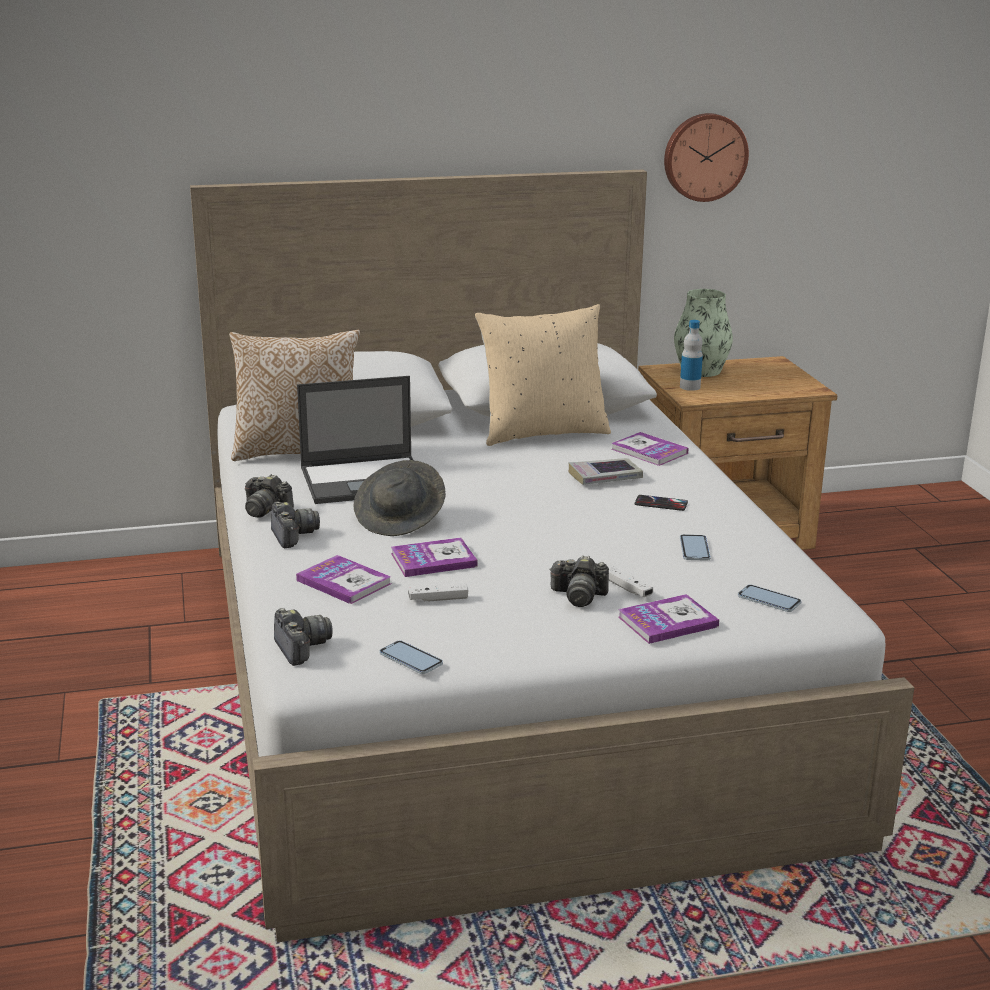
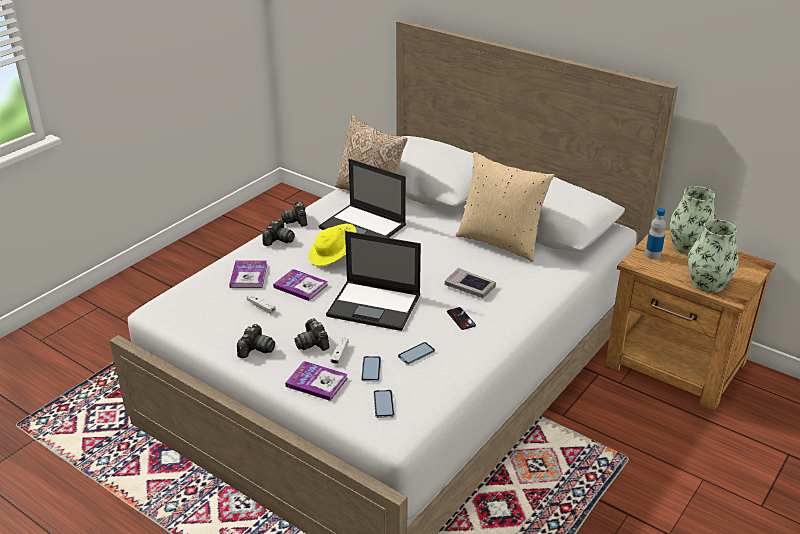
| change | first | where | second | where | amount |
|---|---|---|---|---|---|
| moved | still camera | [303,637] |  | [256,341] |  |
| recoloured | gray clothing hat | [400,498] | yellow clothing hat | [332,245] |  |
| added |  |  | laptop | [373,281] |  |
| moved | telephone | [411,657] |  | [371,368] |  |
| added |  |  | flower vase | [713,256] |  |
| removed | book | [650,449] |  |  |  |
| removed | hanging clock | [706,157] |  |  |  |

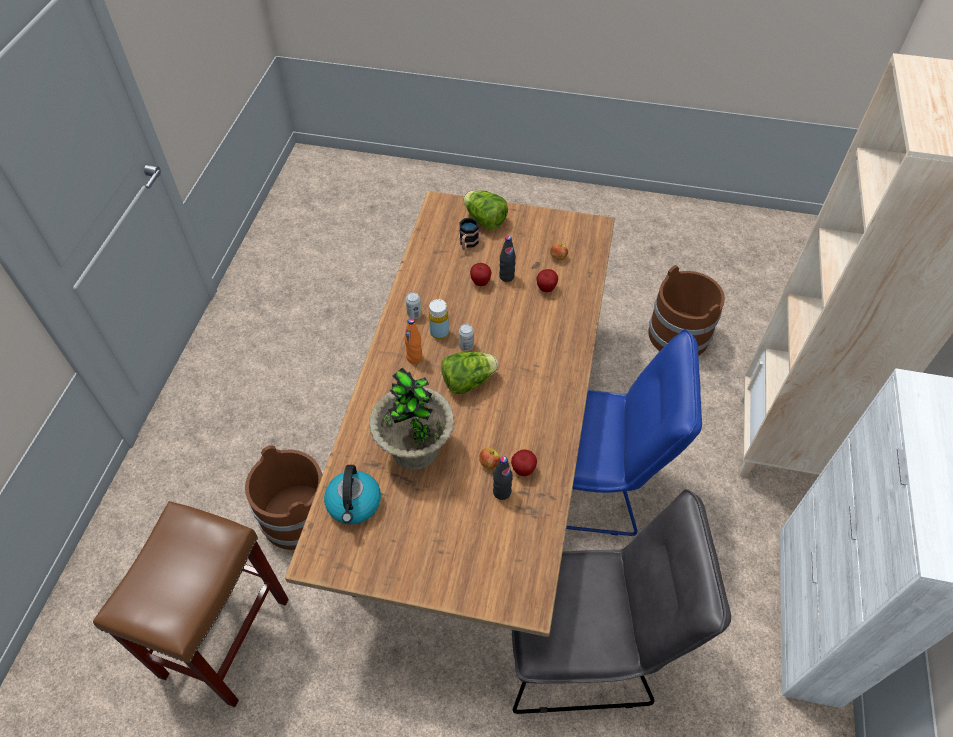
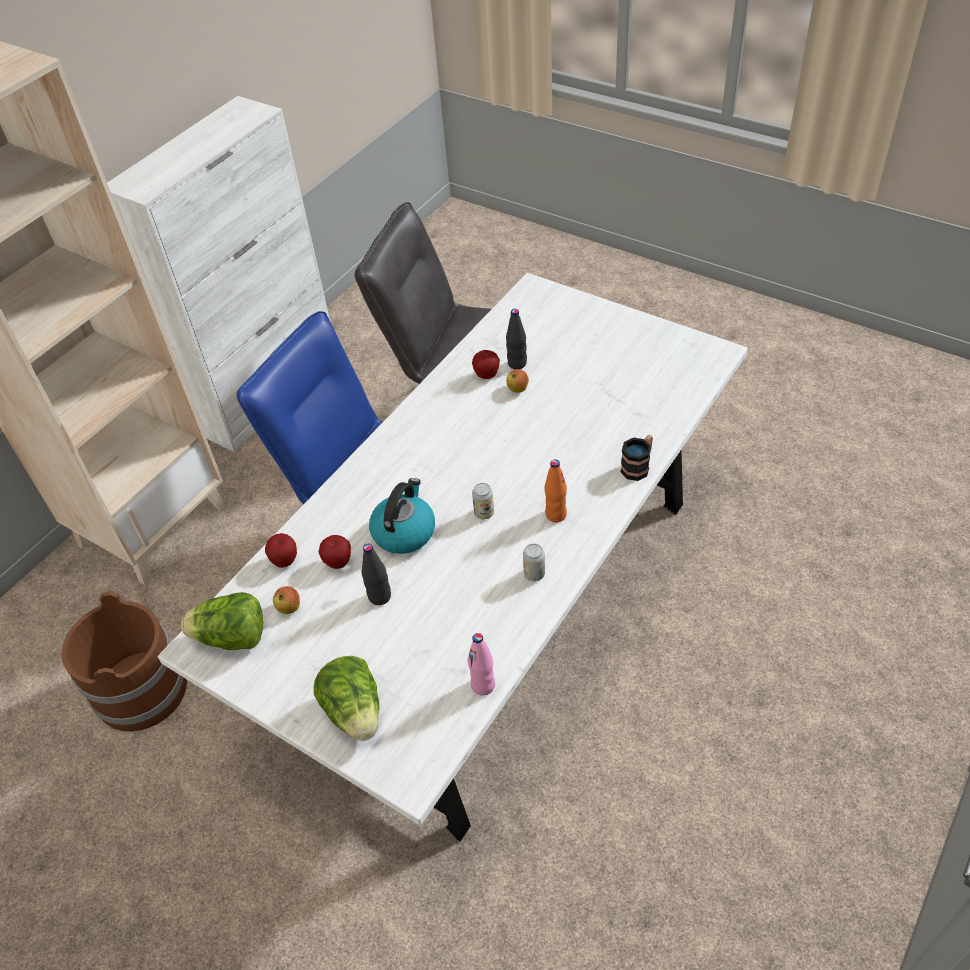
| change | first | where | second | where | amount |
|---|---|---|---|---|---|
| recoloured | brown dining table | [450,414] | white dining table | [453,557] |  |
| moved | lettuce | [469,373] |  | [222,621] |  |
| moved | apple | [481,274] |  | [281,550] |  |
| moved | water kettle | [352,494] |  | [402,516] |  |
| added |  |  | pink drink bottle | [481,664] |  |
| moved | mug | [469,234] |  | [637,458] |  |
| removed | brown stool | [191,604] |  |  |  |
| removed | brown water bucket | [284,497] |  |  |  |
| removed | potted plant | [411,418] |  |  |  |
| removed | yellow drink bottle | [439,319] |  |  |  |

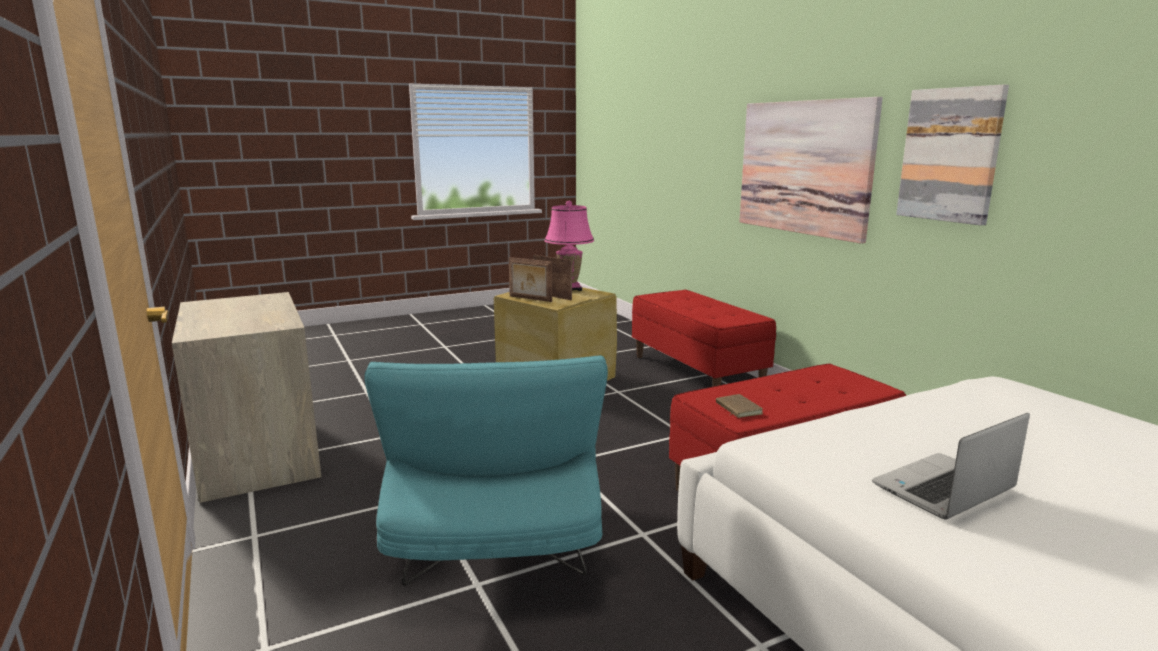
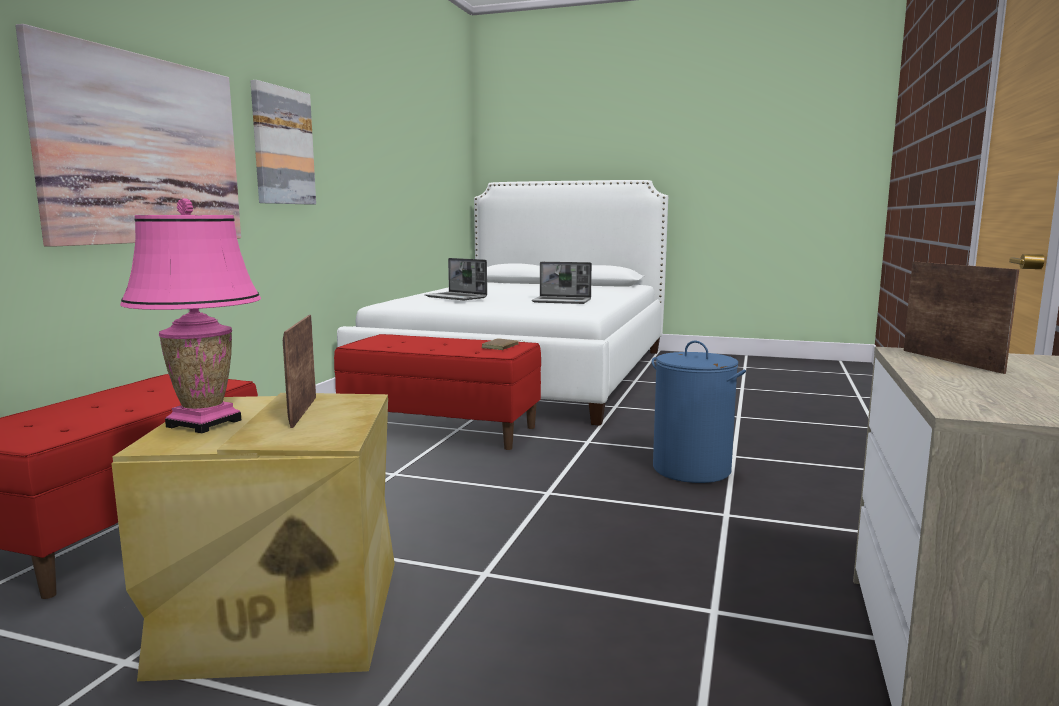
| change | first | where | second | where | amount |
|---|---|---|---|---|---|
| added |  |  | laptop | [455,279] |  |
| replaced | blue-green lounge chair | [486,470] | blue laundry basket | [699,412] |  |
| moved | photo frame | [530,279] |  | [961,317] |  |

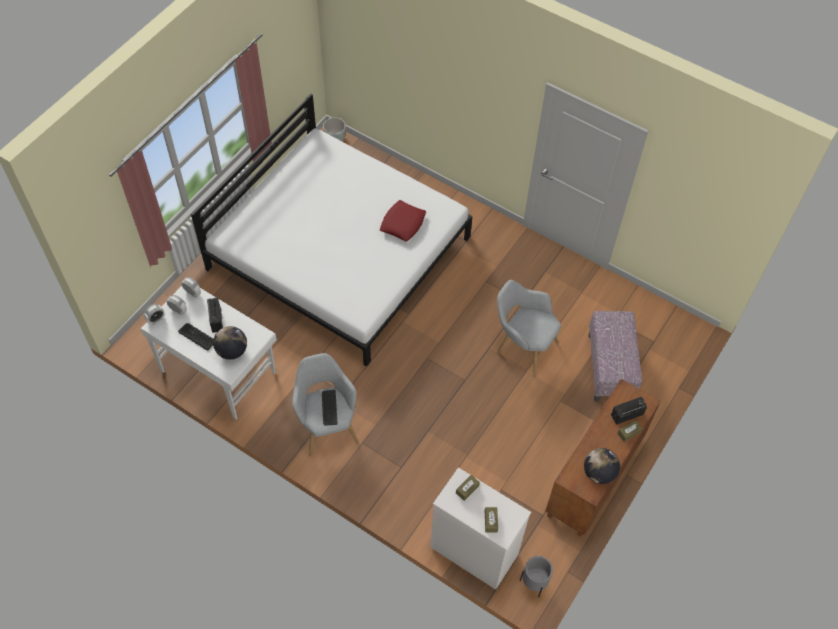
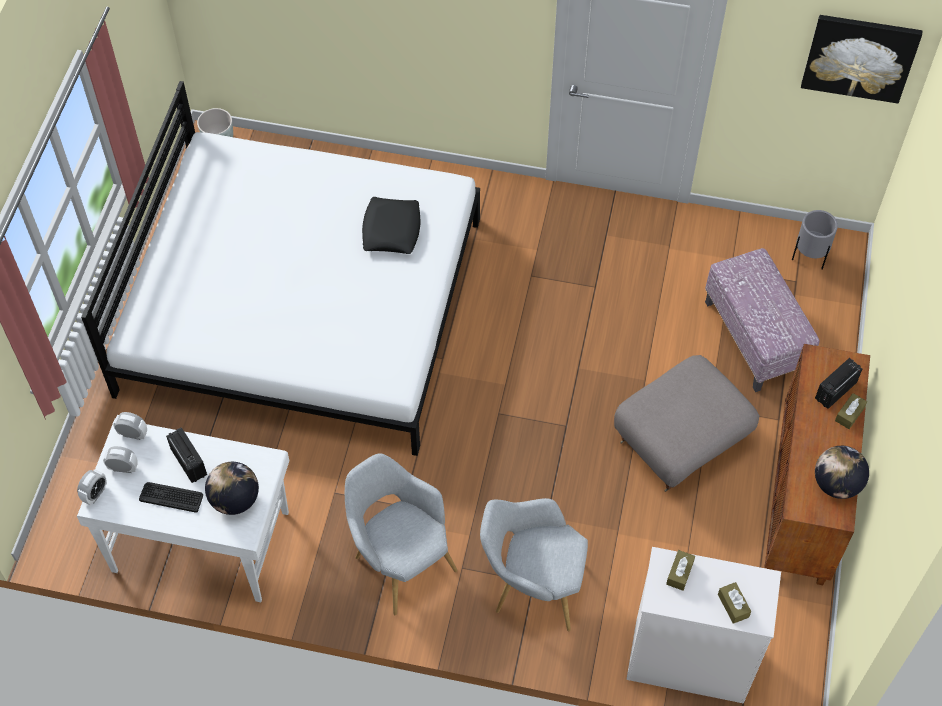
| change | first | where | second | where | amount |
|---|---|---|---|---|---|
| recoloured | red-coloured pillow | [403,221] | blackish pillow | [391,225] |  |
| moved | gray lounge chair | [529,328] |  | [534,564] |  |
| added |  |  | gray ottoman | [687,423] |  |
| moved | gray planter | [536,576] |  | [815,239] |  |
| added |  |  | wall picture | [861,59] |  |
| removed | keyboard | [330,408] |  |  |  |

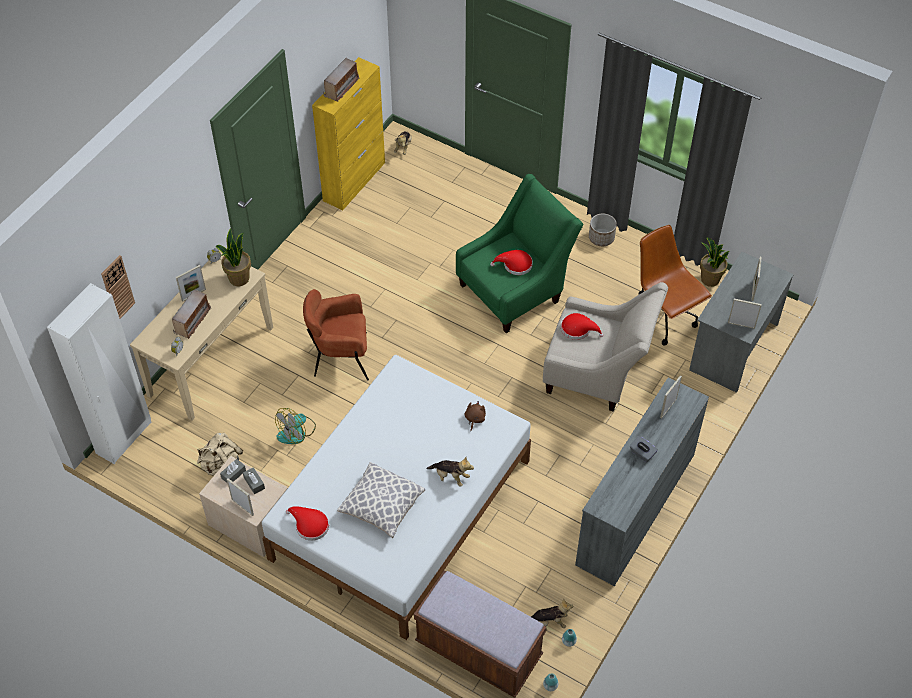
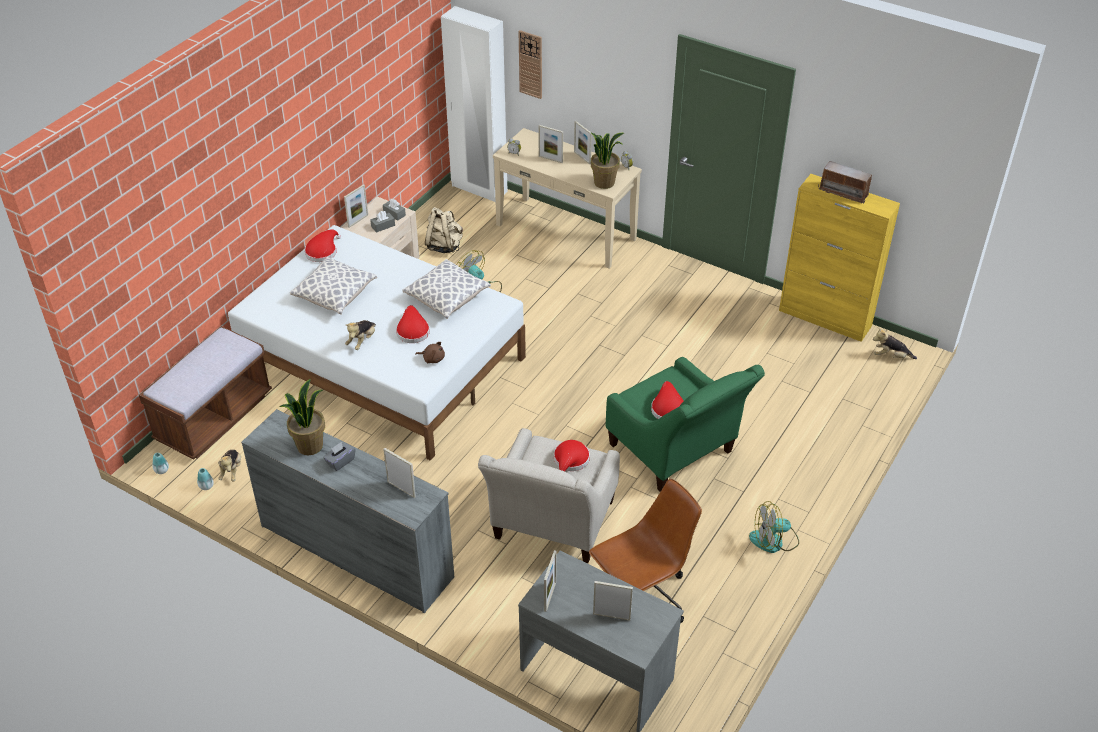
| change | first | where | second | where | amount |
|---|---|---|---|---|---|
| moved | potted plant | [714,262] |  | [302,417] |  |
| added |  |  | red-coloured clothing hat | [413,324] |  |
| added |  |  | pillow | [447,289] |  |
| replaced | radio set | [191,313] | photo frame | [550,144] |  |
| replaced | planter | [603,229] | fan | [774,527] |  |
| removed | brown lounge chair | [336,334] |  |  |  |

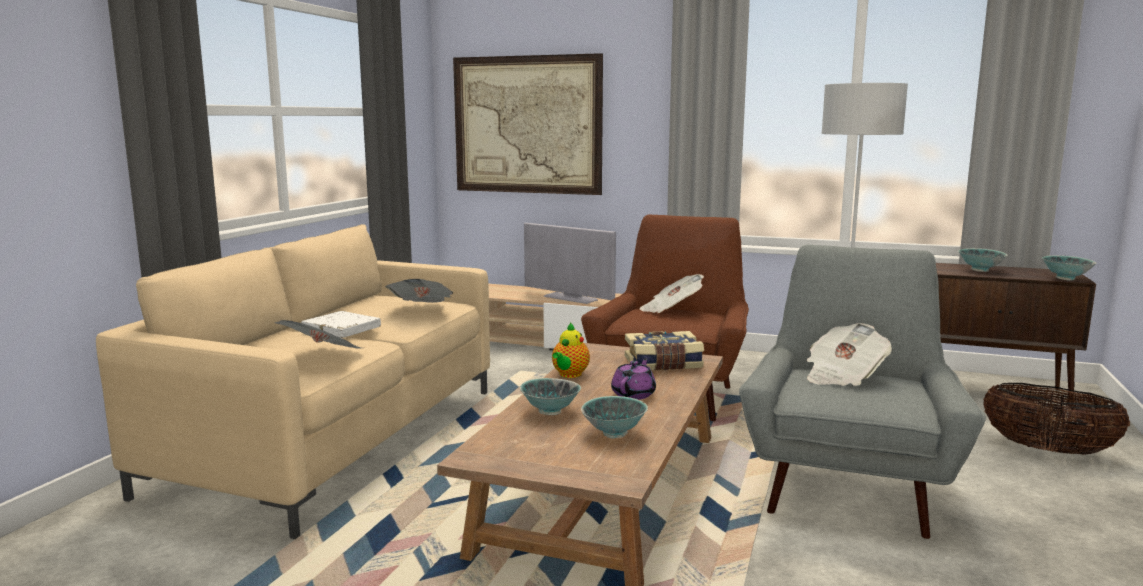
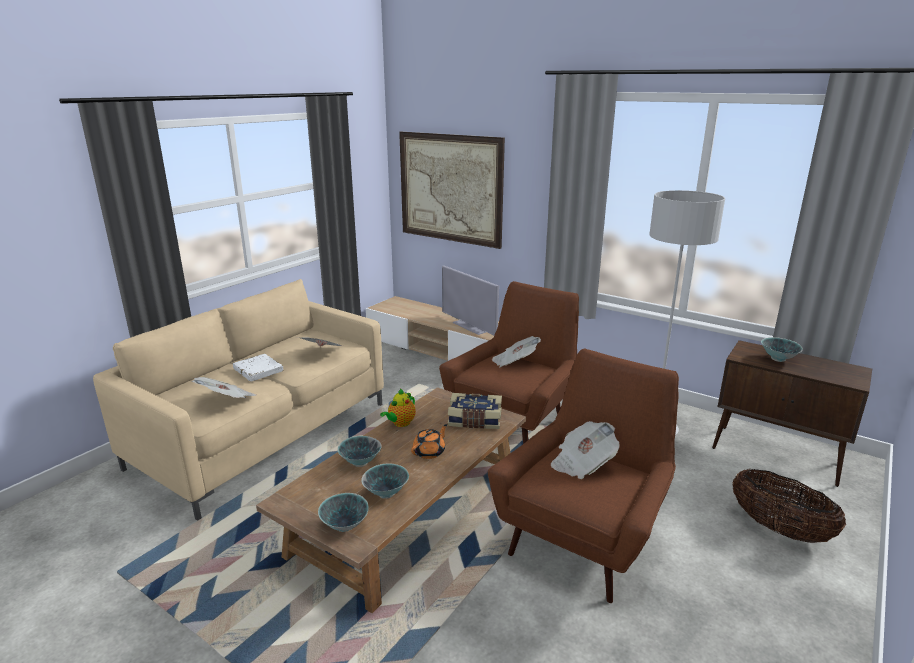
| change | first | where | second | where | amount |
|---|---|---|---|---|---|
| moved | deep dish | [1069,267] |  | [343,512] |  |
| recoloured | purple-coloured tea pot | [633,379] | orange tea pot | [429,441] |  |
| recoloured | gray lounge chair | [862,392] | brown lounge chair | [583,475] |  |

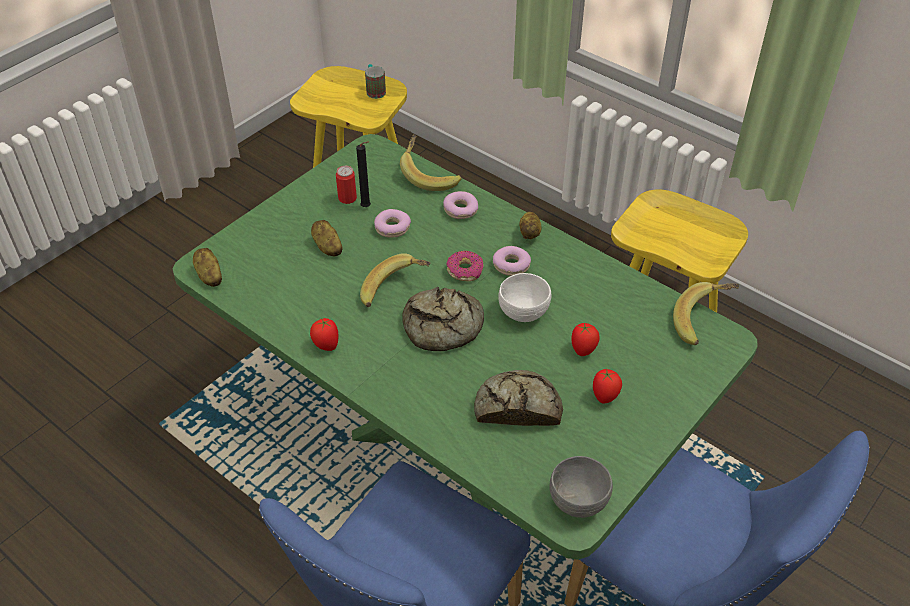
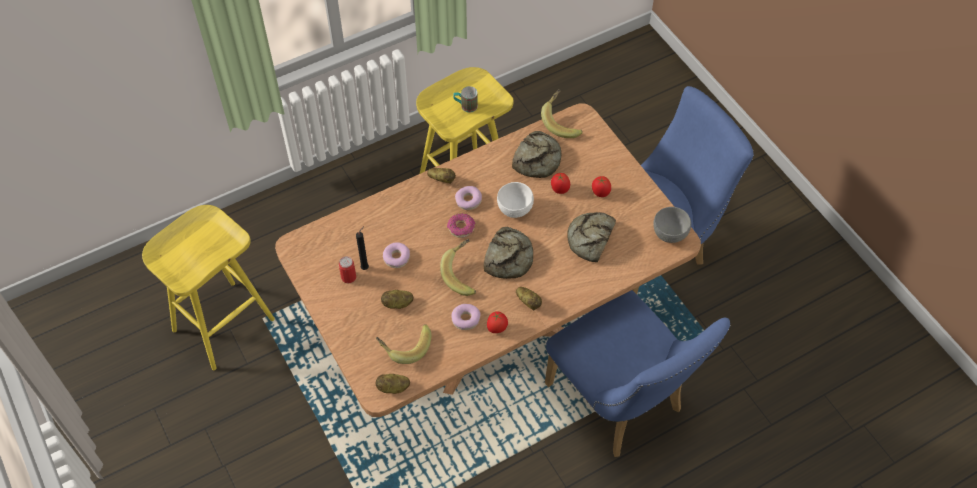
| change | first | where | second | where | amount |
|---|---|---|---|---|---|
| recoloured | green dining table | [465,347] | brown dining table | [488,260] |  |
| moved | whole banana | [431,162] |  | [404,344] |  |
| moved | doughnut | [460,205] |  | [466,317] |  |
| moved | mug | [375,81] |  | [465,99] |  |
| added |  |  | bakery bread | [537,154] |  |
| added |  |  | spud | [529,299] |  |

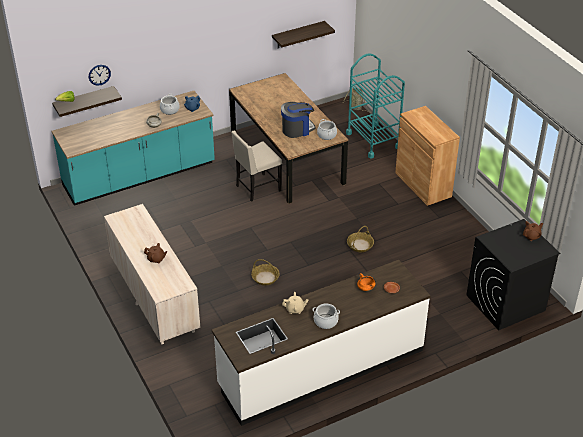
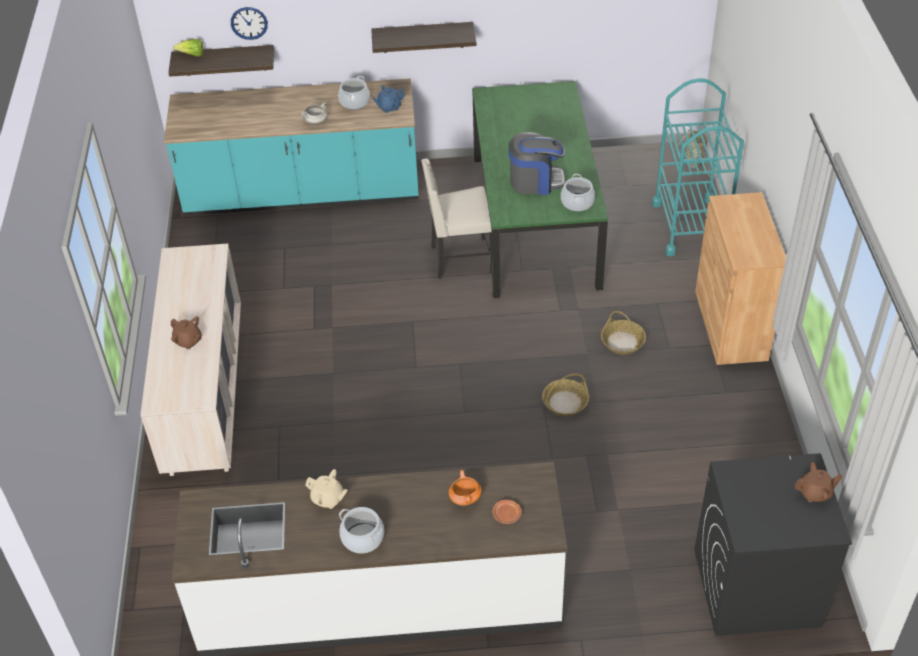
| change | first | where | second | where | amount |
|---|---|---|---|---|---|
| moved | bracket shelf | [303,34] |  | [423,37] |  |
| recoloured | brown dining table | [288,138] | green dining table | [540,189] |  |
| moved | household basket | [265,272] |  | [623,333] |  |

